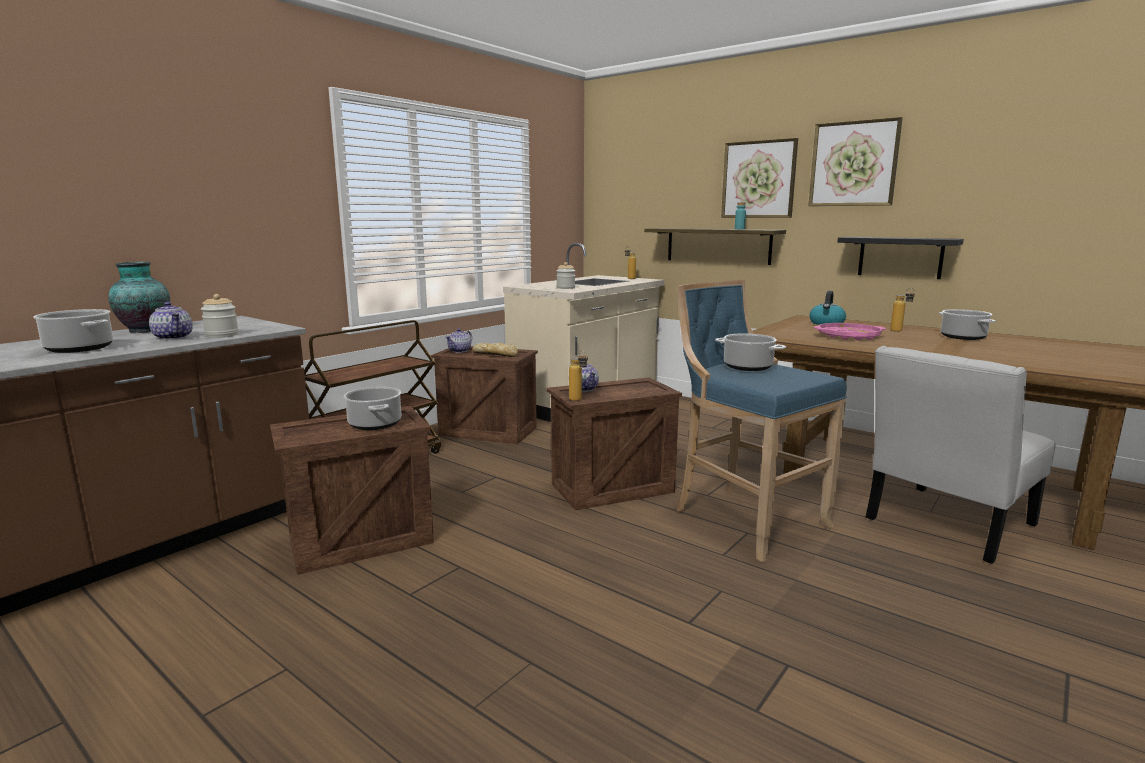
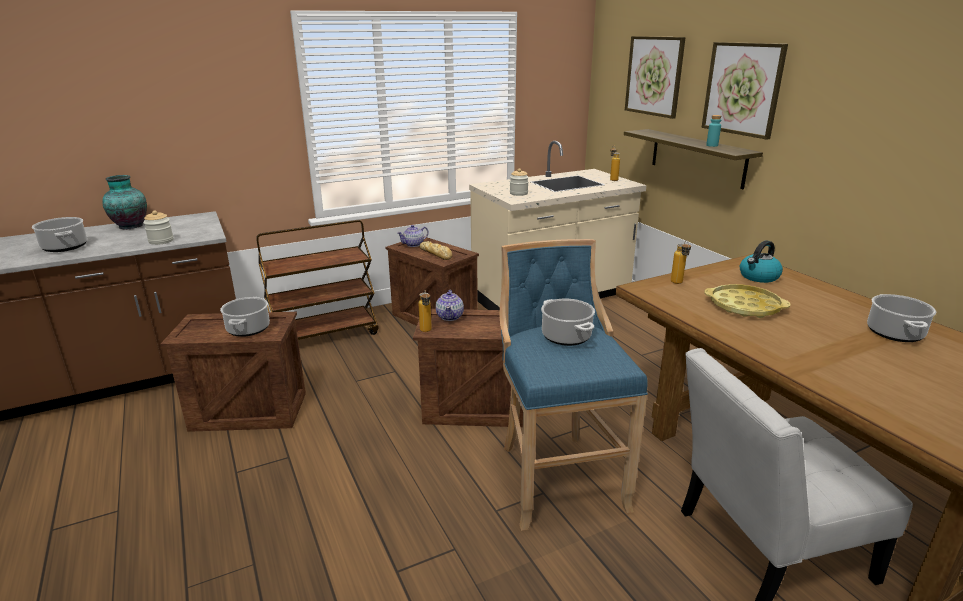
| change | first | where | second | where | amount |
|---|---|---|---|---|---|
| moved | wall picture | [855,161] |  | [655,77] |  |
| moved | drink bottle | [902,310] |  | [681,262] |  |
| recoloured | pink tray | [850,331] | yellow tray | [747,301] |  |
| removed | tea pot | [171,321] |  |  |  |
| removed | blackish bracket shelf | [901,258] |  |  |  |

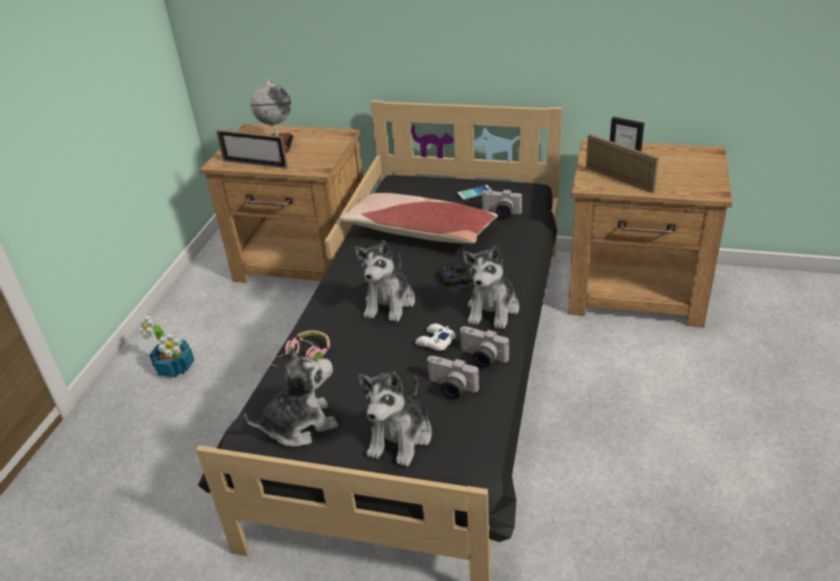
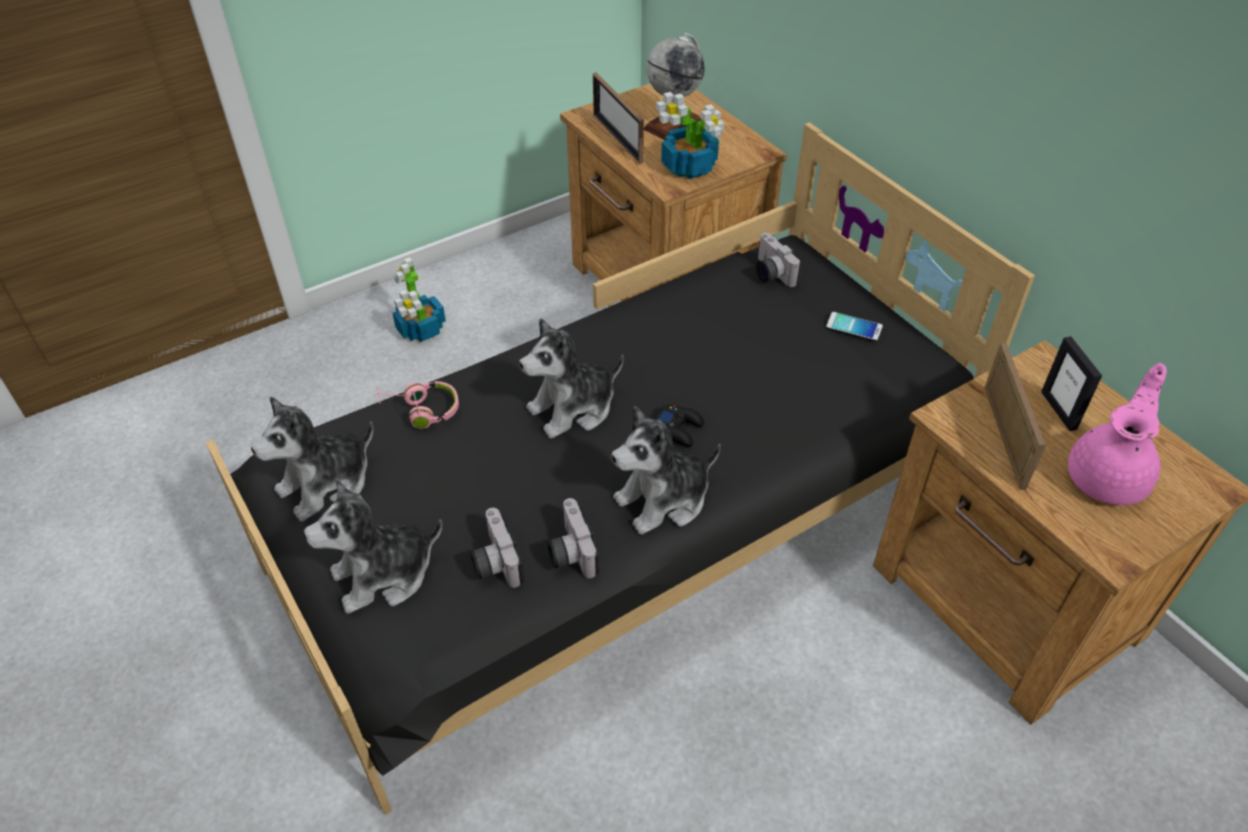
| change | first | where | second | where | amount |
|---|---|---|---|---|---|
| turned | soft toy | [291,396] |  | [312,459] | 120 degrees clockwise |
| added |  |  | potted plant | [690,135] |  |
| moved | still camera | [501,204] |  | [778,260] |  |
| added |  |  | pink tea pot | [1117,434] |  |
| removed | pillow | [418,218] |  |  |  |
| removed | white gamepad | [435,337] |  |  |  |

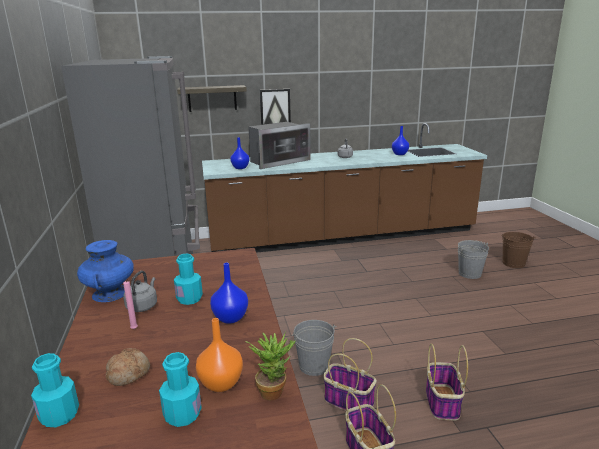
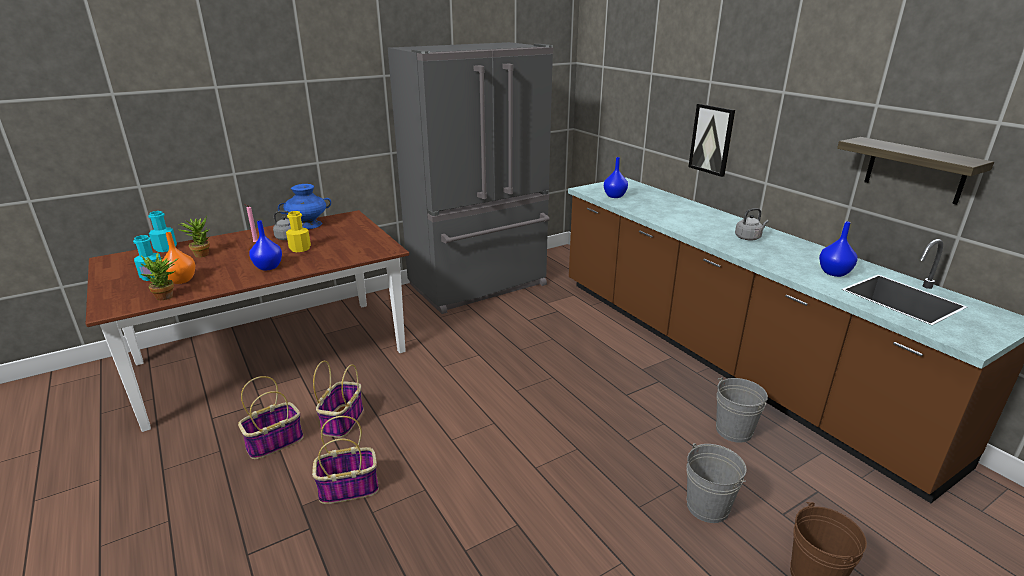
| change | first | where | second | where | amount |
|---|---|---|---|---|---|
| replaced | bakery bread | [128,367] | potted plant | [194,238] |  |
| recoloured | blue-green drink bottle | [188,279] | yellow drink bottle | [298,231] |  |
| moved | gray water bucket | [314,348] |  | [742,410] |  |
| moved | bracket shelf | [212,98] |  | [915,171] |  |
| removed | microwave oven | [279,145] |  |  |  |

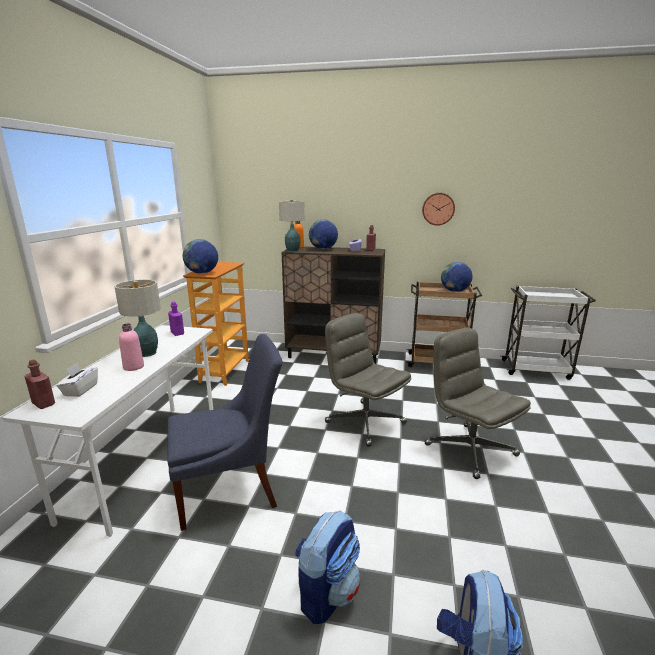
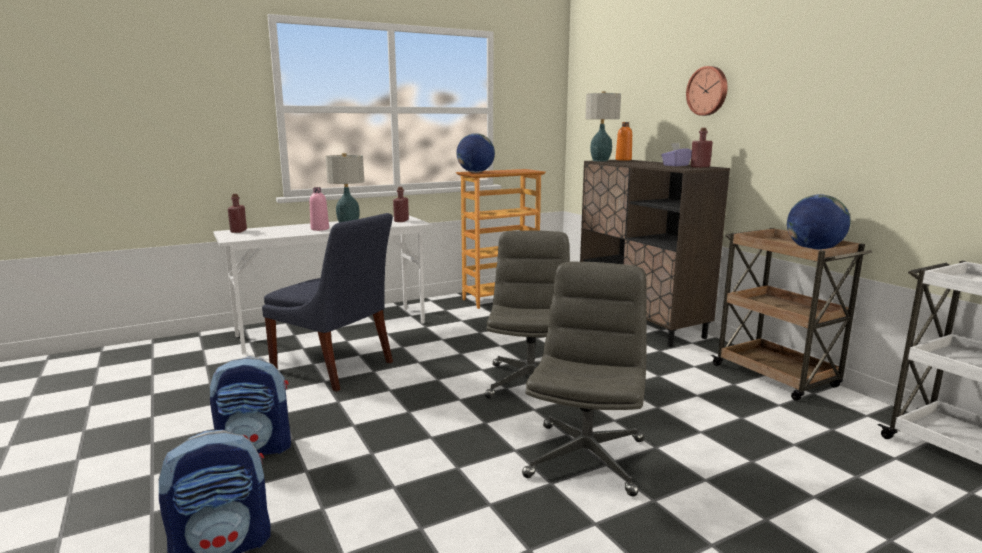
| change | first | where | second | where | amount |
|---|---|---|---|---|---|
| recoloured | purple-coloured drink bottle | [176,318] | red-coloured drink bottle | [401,204] |  |
| moved | hanging clock | [438,209] |  | [707,91] |  |
| removed | white tissue box | [77,380] |  |  |  |
| removed | desk globe | [323,234] |  |  |  |

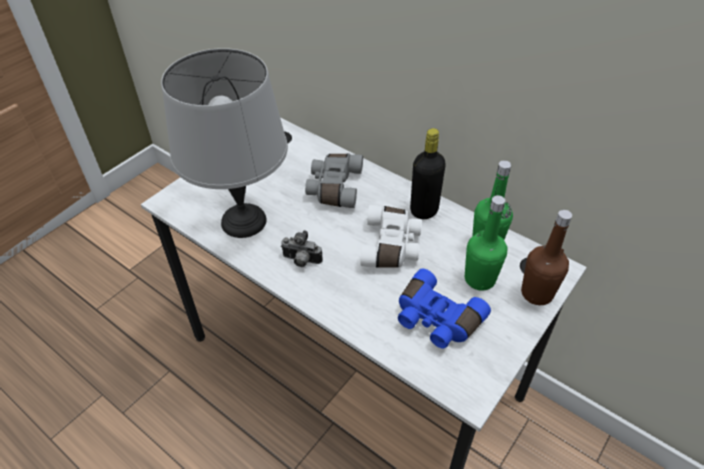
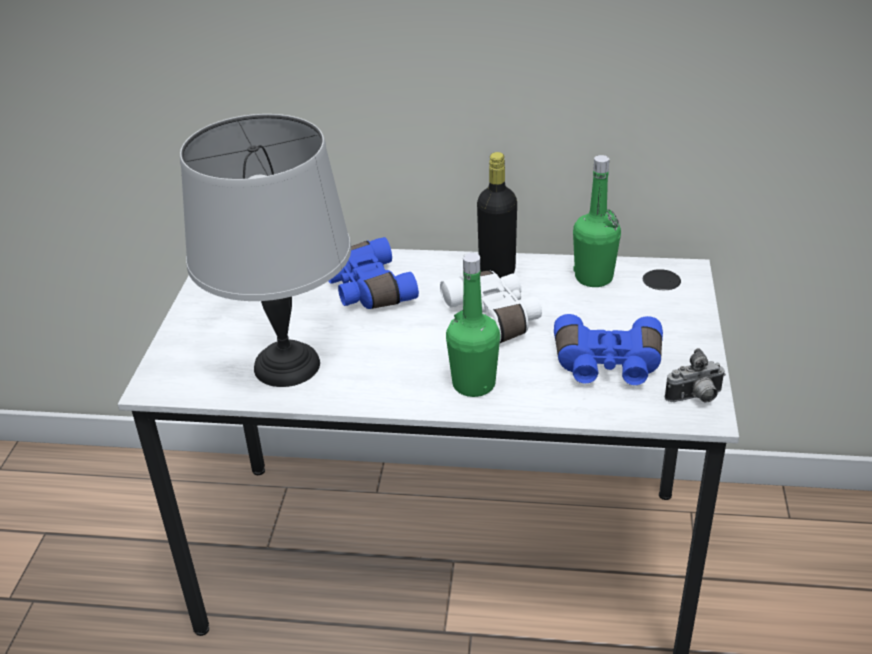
| change | first | where | second | where | amount |
|---|---|---|---|---|---|
| recoloured | gray pair of binoculars | [334,181] | blue pair of binoculars | [374,273] |  |
| moved | green drink bottle | [486,243] |  | [473,325] |  |
| moved | still camera | [302,248] |  | [695,375] |  |
| removed | brown drink bottle | [546,257] |  |  |  |

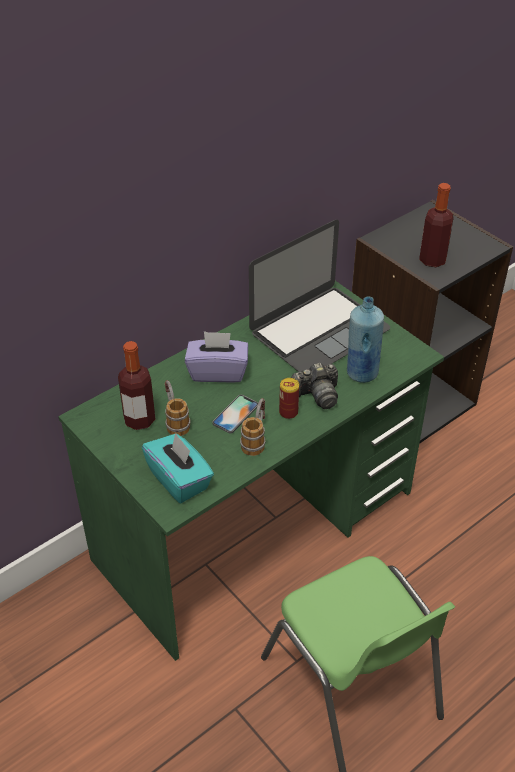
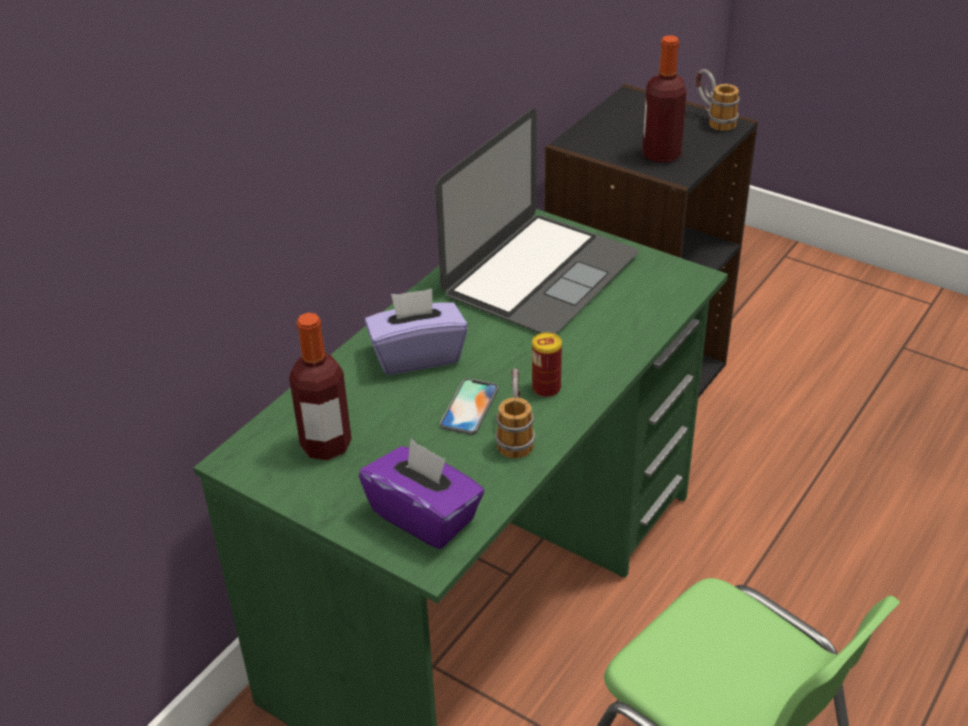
| change | first | where | second | where | amount |
|---|---|---|---|---|---|
| recoloured | blue-green tissue box | [178,468] | purple-coloured tissue box | [421,494] |  |
| moved | mug | [177,408] |  | [718,100] |  |
| removed | still camera | [314,386] |  |  |  |
| removed | blue drink bottle | [365,340] |  |  |  |

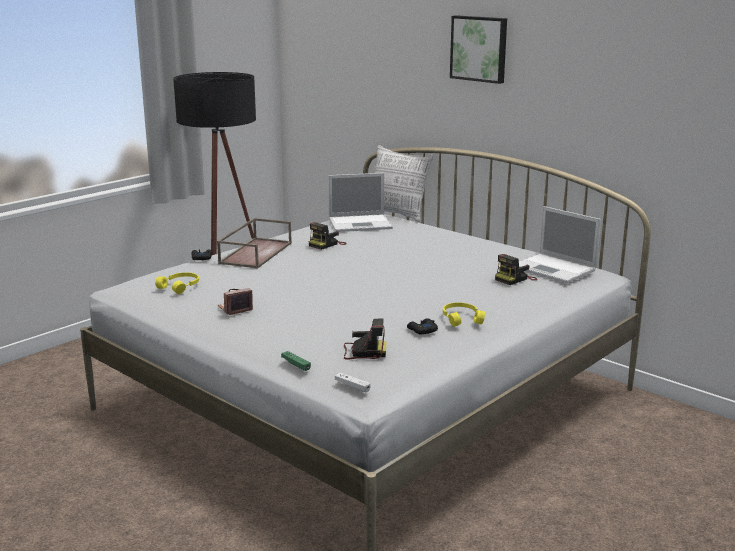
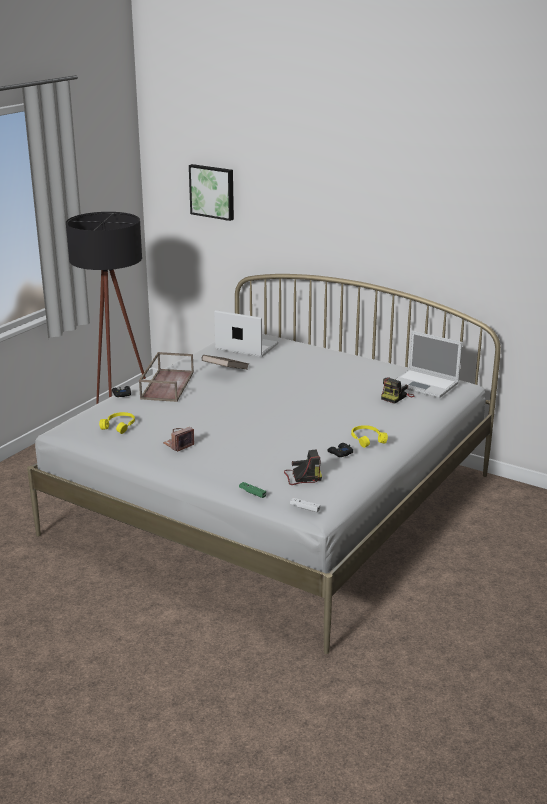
| change | first | where | second | where | amount |
|---|---|---|---|---|---|
| moved | wall picture | [478,49] |  | [211,192] |  |
| replaced | still camera | [327,236] | brown book | [225,362] |  |
| turned | laptop | [360,202] |  | [246,333] | 135 degrees counterclockwise |
| removed | pillow | [403,183] |  |  |  |

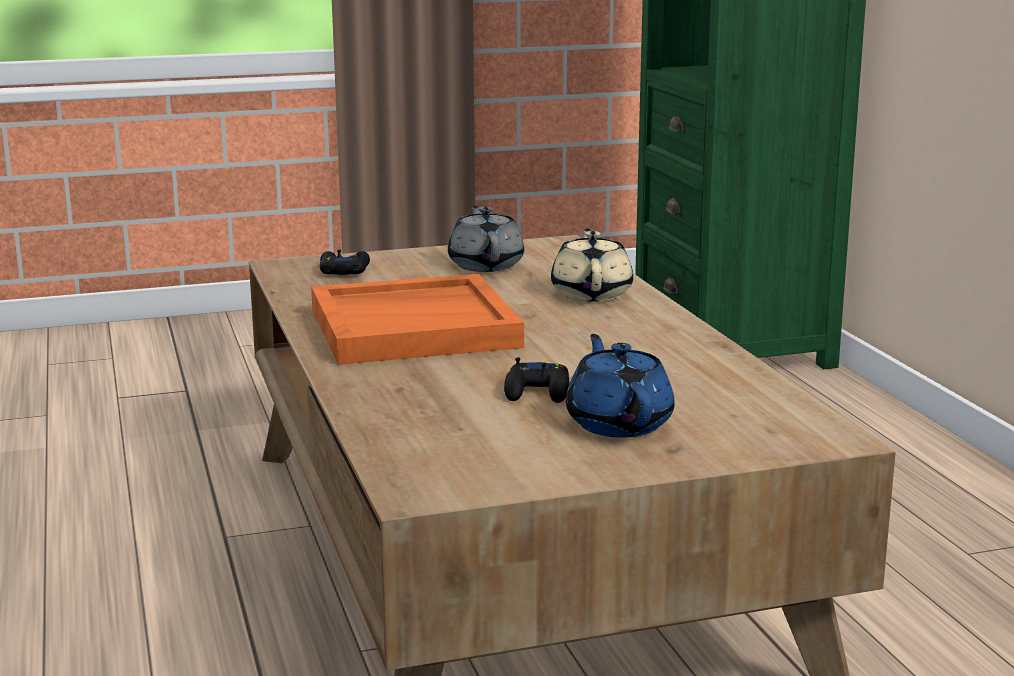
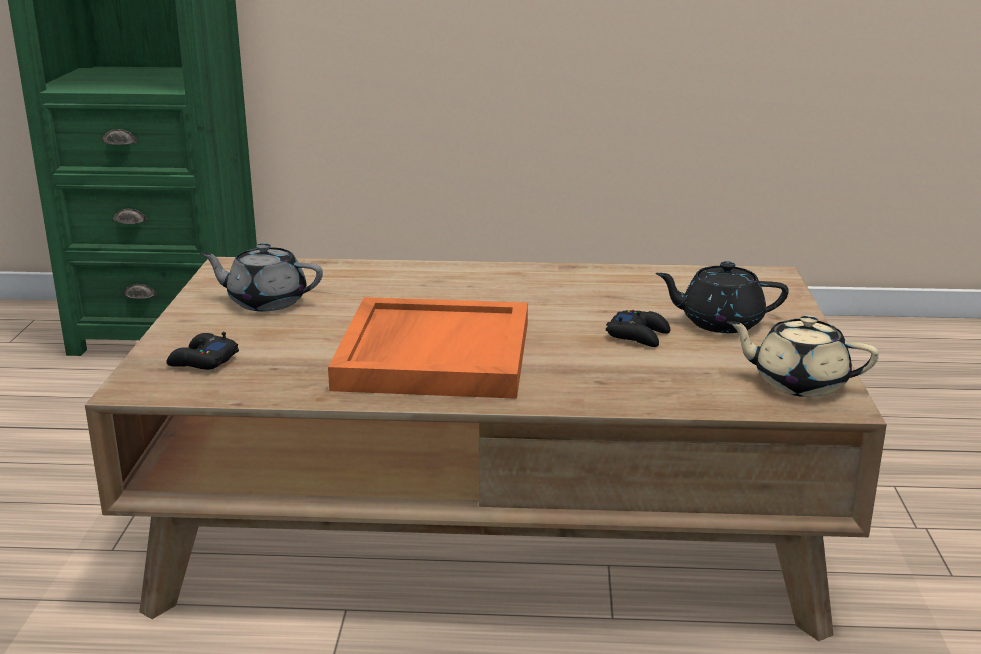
| change | first | where | second | where | amount |
|---|---|---|---|---|---|
| recoloured | blue tea pot | [620,386] | blackish tea pot | [722,297] |  |
| moved | sand-coloured tea pot | [592,265] |  | [803,356] |  |

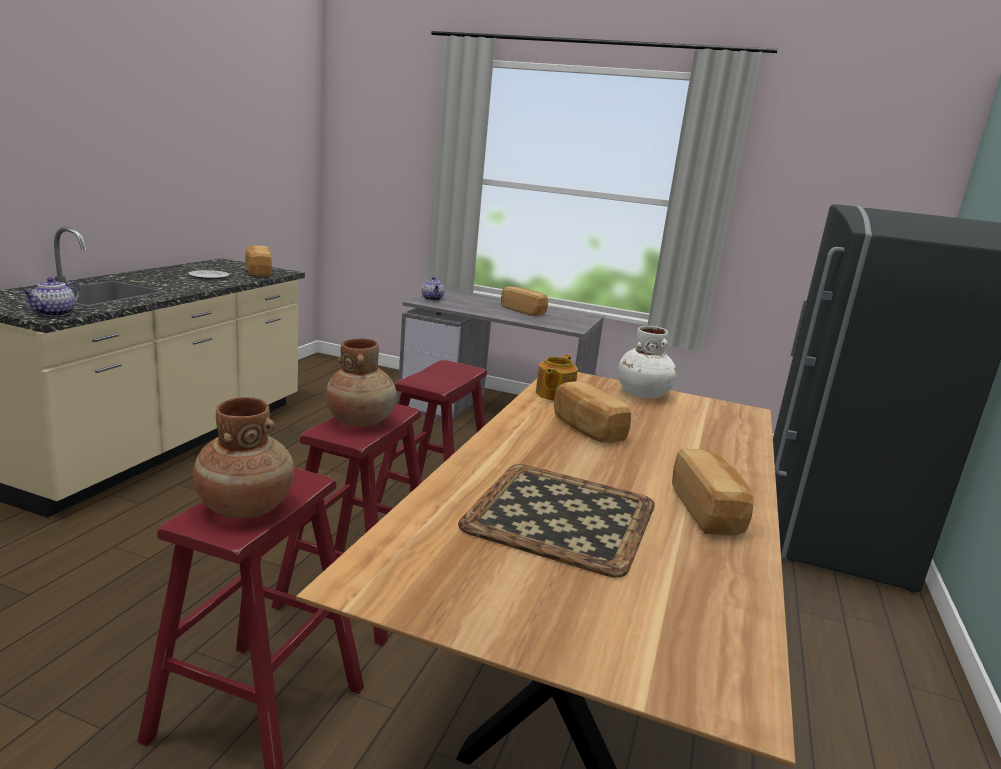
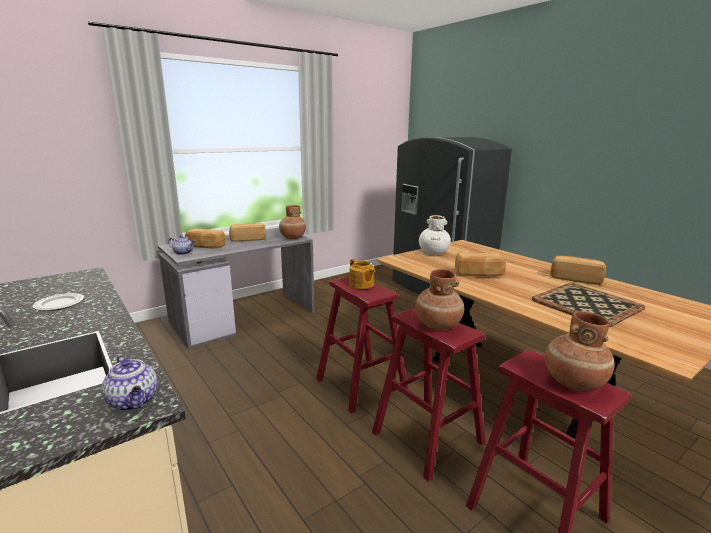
| change | first | where | second | where | amount |
|---|---|---|---|---|---|
| moved | bakery bread | [258,261] |  | [205,238] |  |
| added |  |  | brown flower vase | [292,222] |  |
| moved | tea pot | [557,377] |  | [362,274] |  |

